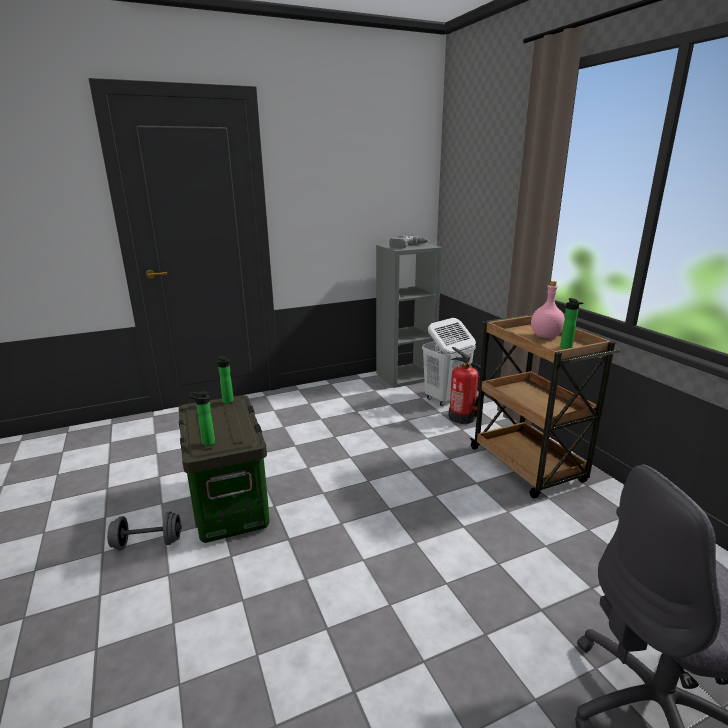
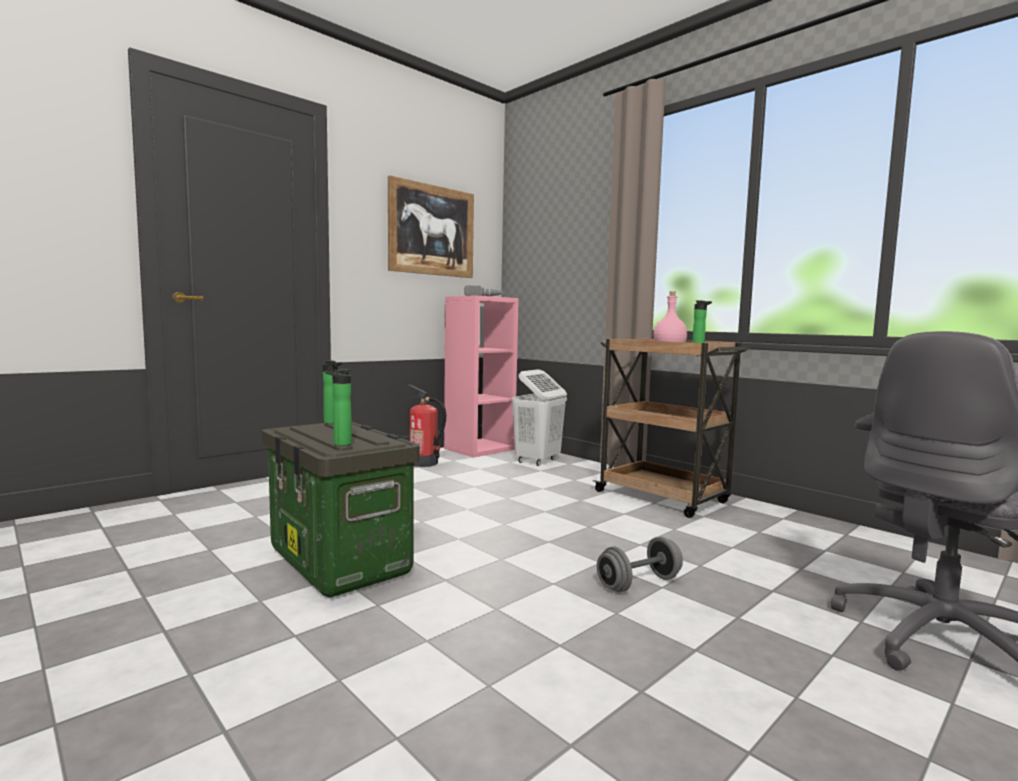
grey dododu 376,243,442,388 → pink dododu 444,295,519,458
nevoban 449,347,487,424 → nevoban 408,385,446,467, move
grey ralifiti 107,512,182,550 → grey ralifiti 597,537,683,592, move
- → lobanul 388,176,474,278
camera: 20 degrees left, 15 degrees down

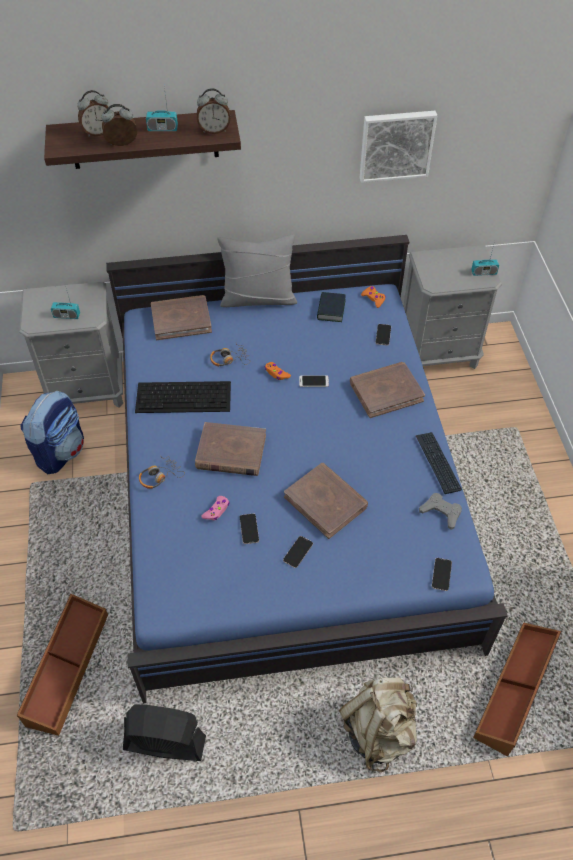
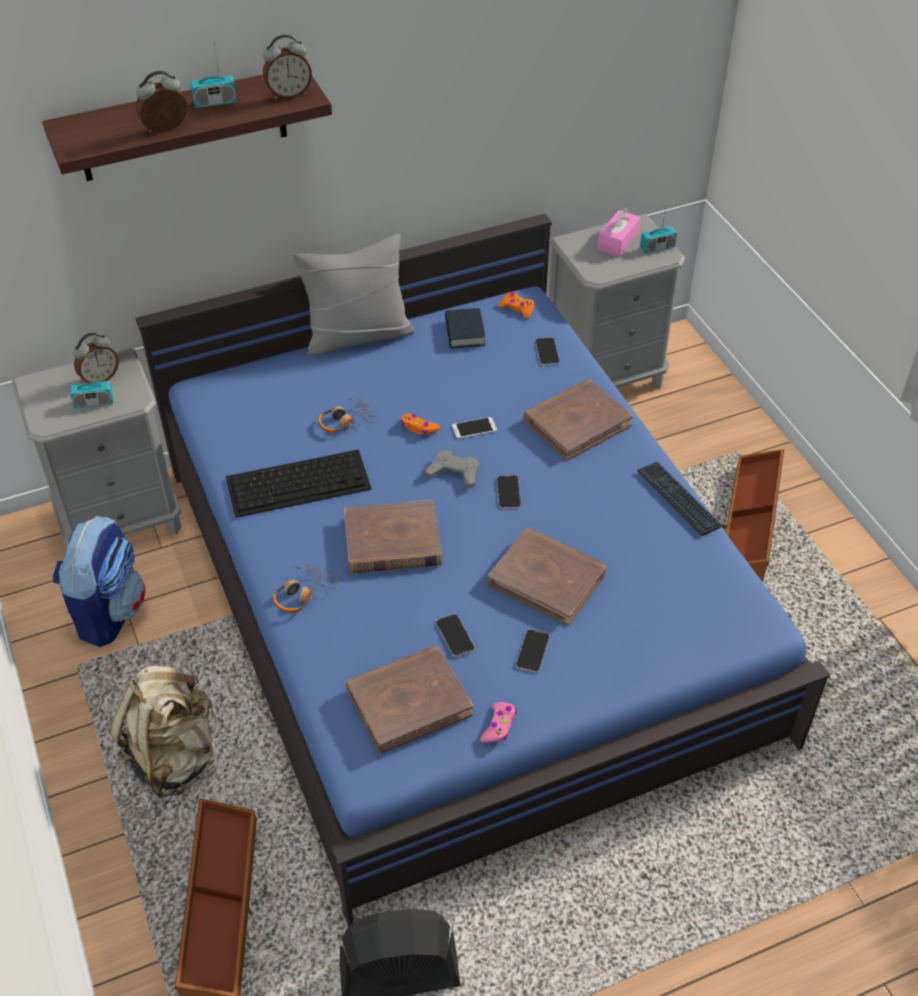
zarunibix 77,90,108,137 → zarunibix 73,333,119,383, move
lobanul 360,111,438,183 → -
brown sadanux 151,295,212,340 → brown sadanux 346,646,473,754, move
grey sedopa 419,493,462,530 → grey sedopa 425,450,479,488, move
pink sedopa 201,496,230,520 → pink sedopa 480,702,517,743, move
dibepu 432,558,452,591 → dibepu 497,475,521,509, move
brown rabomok 473,623,561,757 → brown rabomok 726,449,784,582, move
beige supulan 339,678,417,772 → beige supulan 110,666,215,798, move
- → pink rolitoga 598,207,641,257
camera: 15 degrees left, 5 degrees down

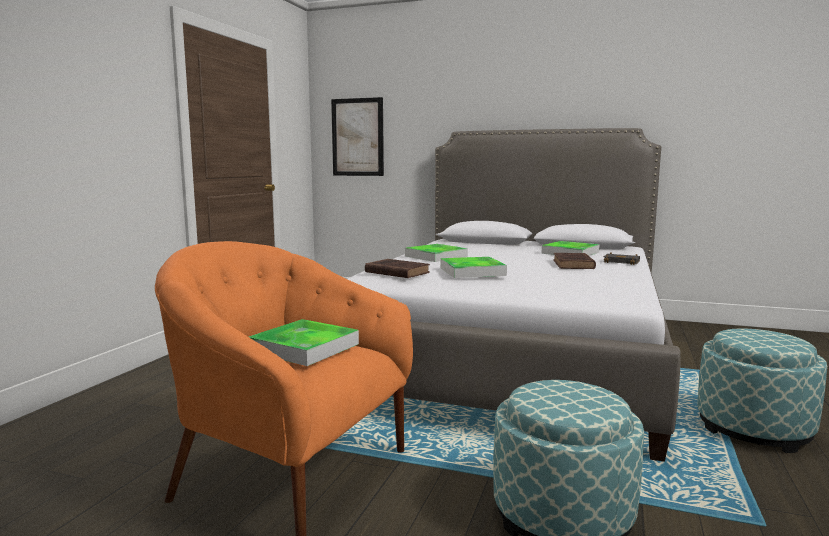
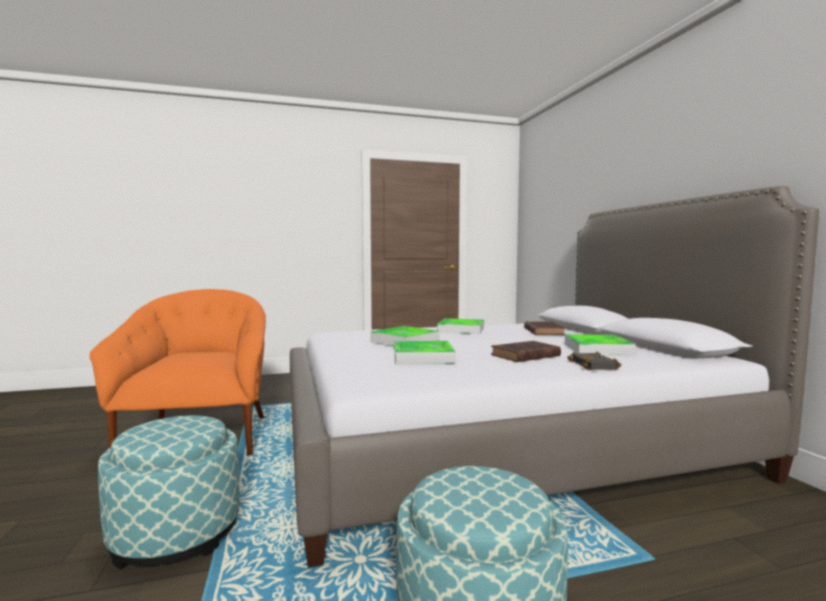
lobanul 331,97,384,176 → -
brown sadanux 365,259,430,278 → brown sadanux 524,321,565,335, move
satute 249,319,359,366 → satute 395,341,455,364, move
camera: 55 degrees right, 5 degrees down

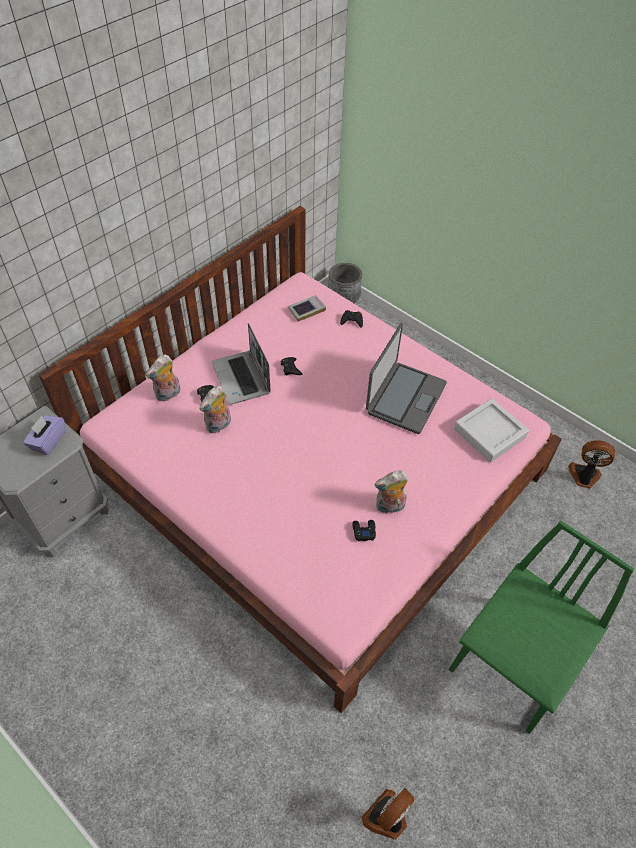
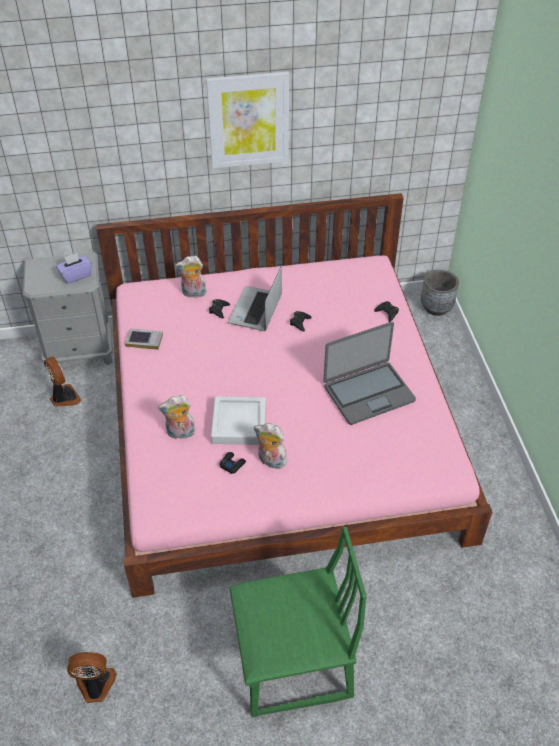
sadanux 288,295,326,322 → sadanux 125,328,163,350, move
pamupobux 200,386,231,433 → pamupobux 158,395,196,439, move
grey satute 454,398,529,462 → grey satute 211,396,266,445, move
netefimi 568,440,615,489 → netefimi 44,357,81,407, move
- → lobanul 206,71,289,168
camera: 40 degrees right, 5 degrees down

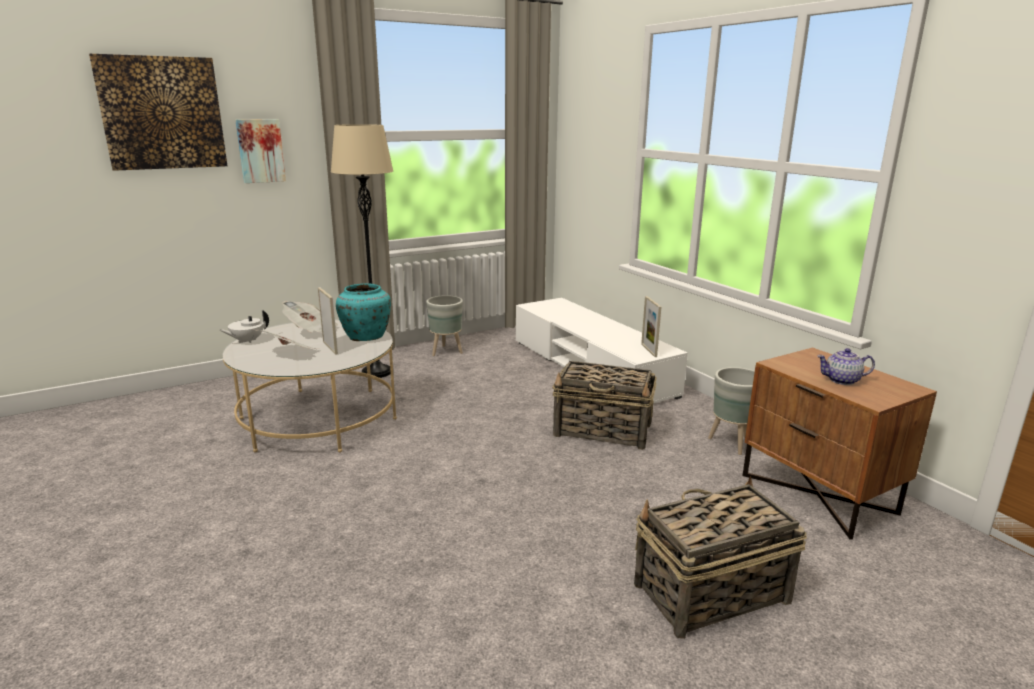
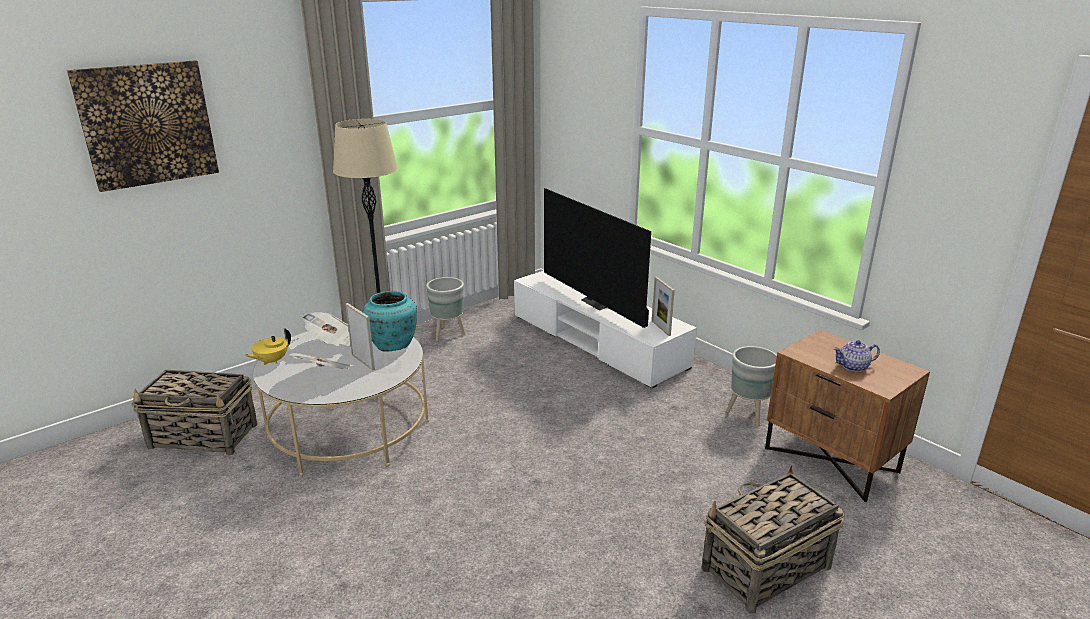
lobanul 235,119,286,183 → -
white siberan 219,310,269,343 → yellow siberan 245,328,291,365
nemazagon 552,361,657,450 → nemazagon 131,370,258,456, move
- → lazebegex 544,188,651,328
camera: 10 degrees left, 5 degrees up

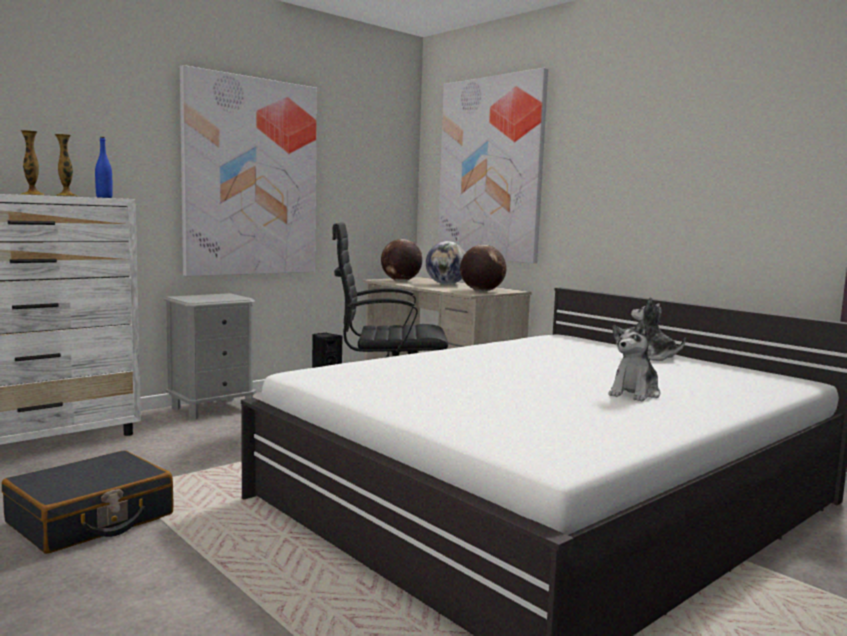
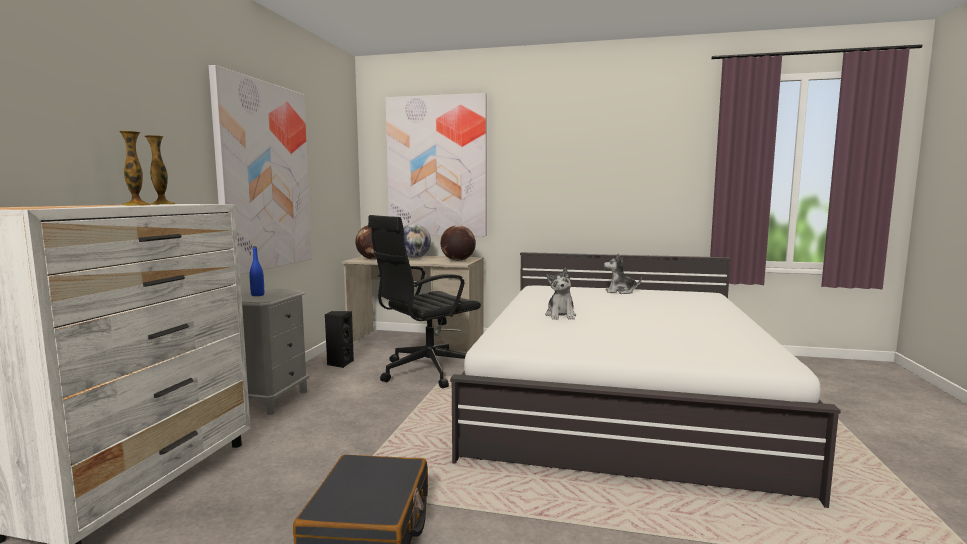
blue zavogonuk 95,137,113,198 → blue zavogonuk 249,246,264,296, move
pamupobux 608,319,661,401 → pamupobux 545,268,576,320, move
camera: 35 degrees left, 0 degrees up

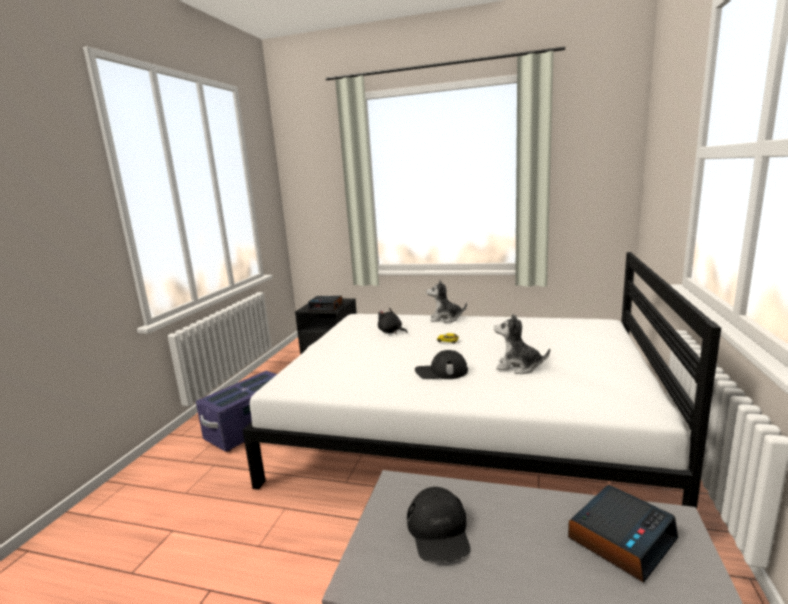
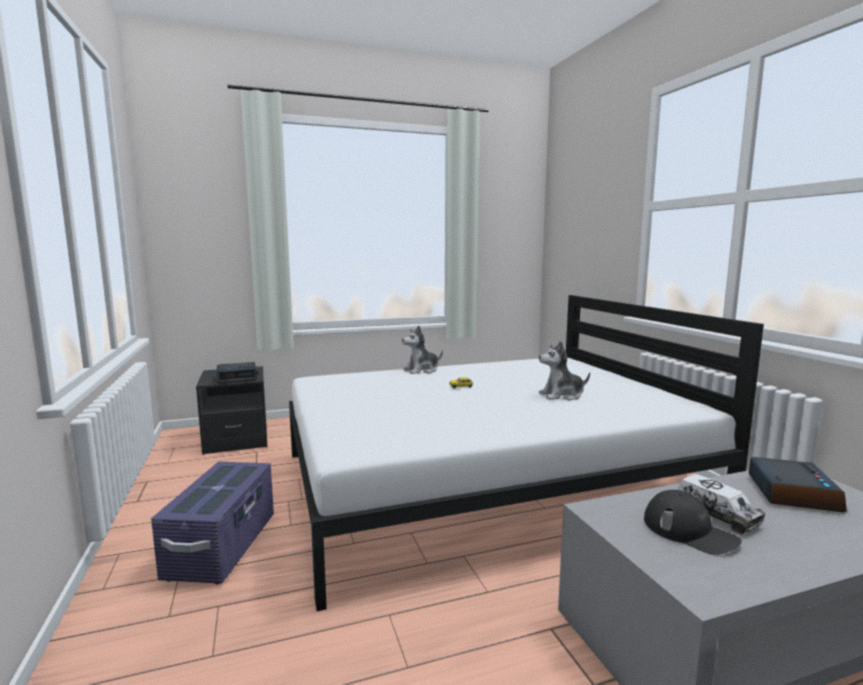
black pamupobux 378,308,408,334 → -
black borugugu 415,350,468,379 → -
- → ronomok 678,474,765,534
camera: 35 degrees left, 5 degrees down

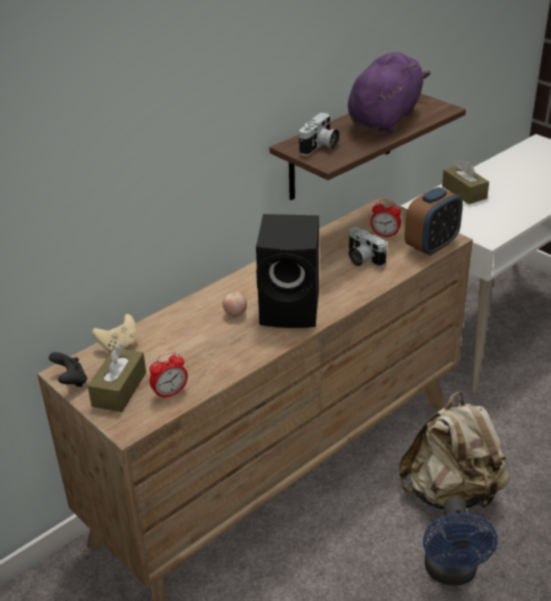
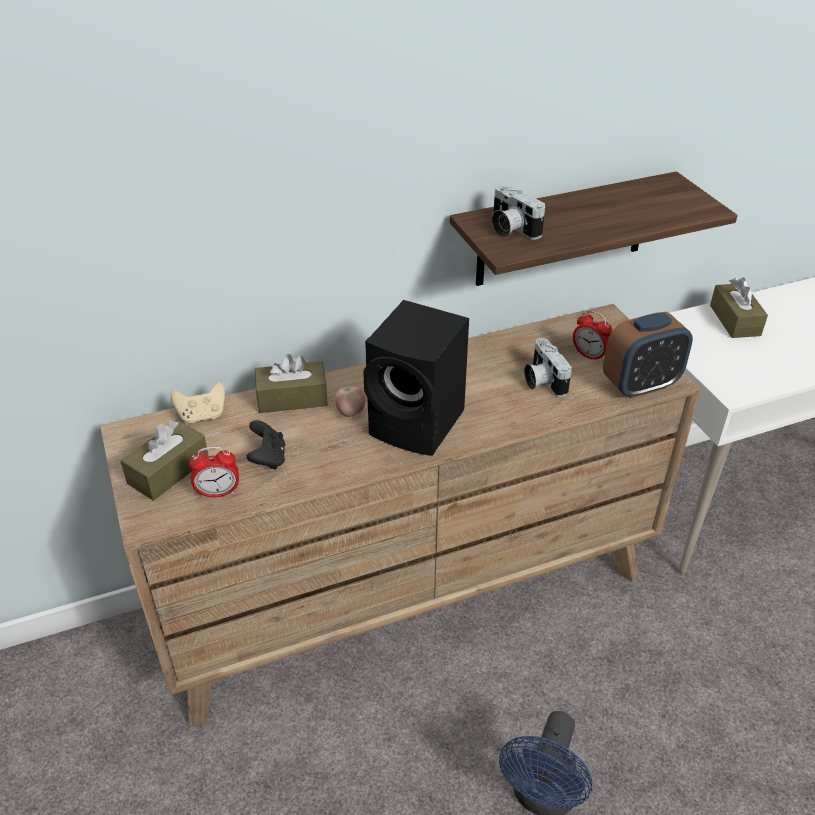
purple pamupobux 348,52,431,133 → -
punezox 299,113,340,156 → punezox 491,185,545,240, 90 degrees clockwise
black sedopa 49,352,87,387 → black sedopa 247,420,285,470, move
beige supulan 399,391,510,511 → -
- → brown rolitoga 255,353,328,413
camera: 20 degrees right, 5 degrees up

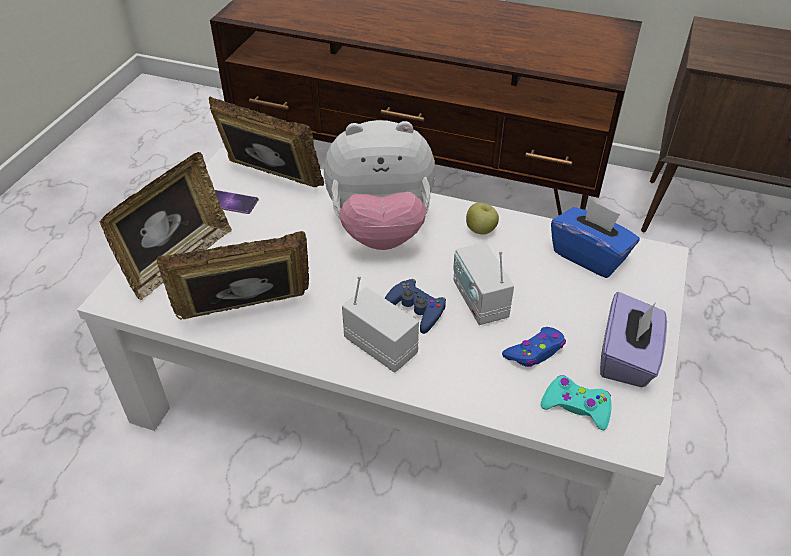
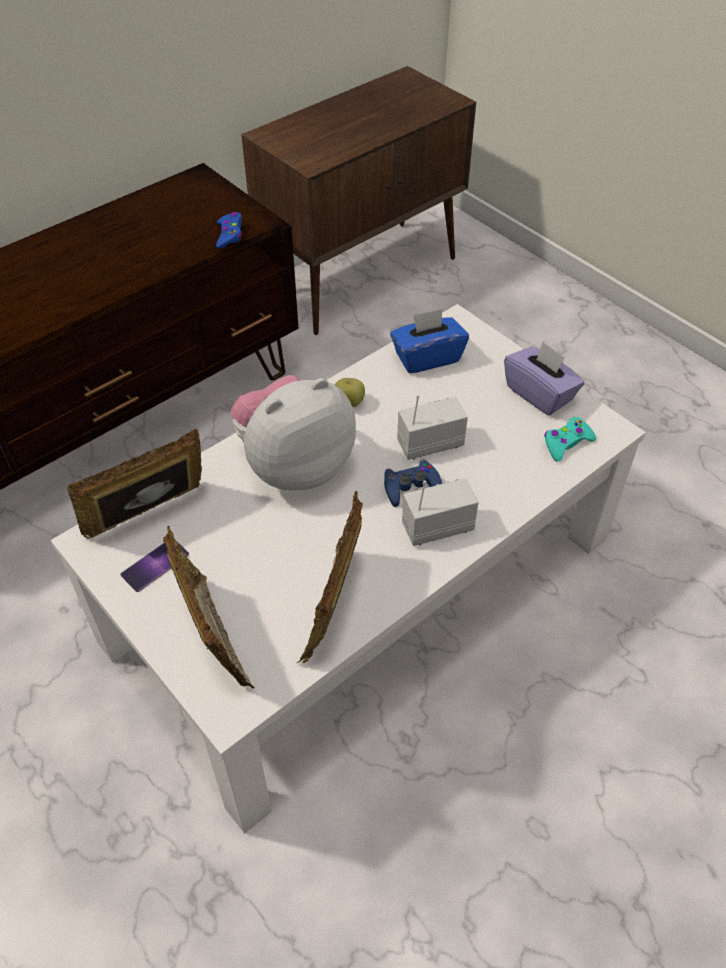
pamupobux 324,120,435,250 → pamupobux 231,375,356,490, 150 degrees counterclockwise
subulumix 453,242,514,325 → subulumix 397,395,468,460, 150 degrees clockwise
blue sedopa 502,327,566,367 → blue sedopa 216,212,242,249, move
camera: 60 degrees left, 5 degrees up

